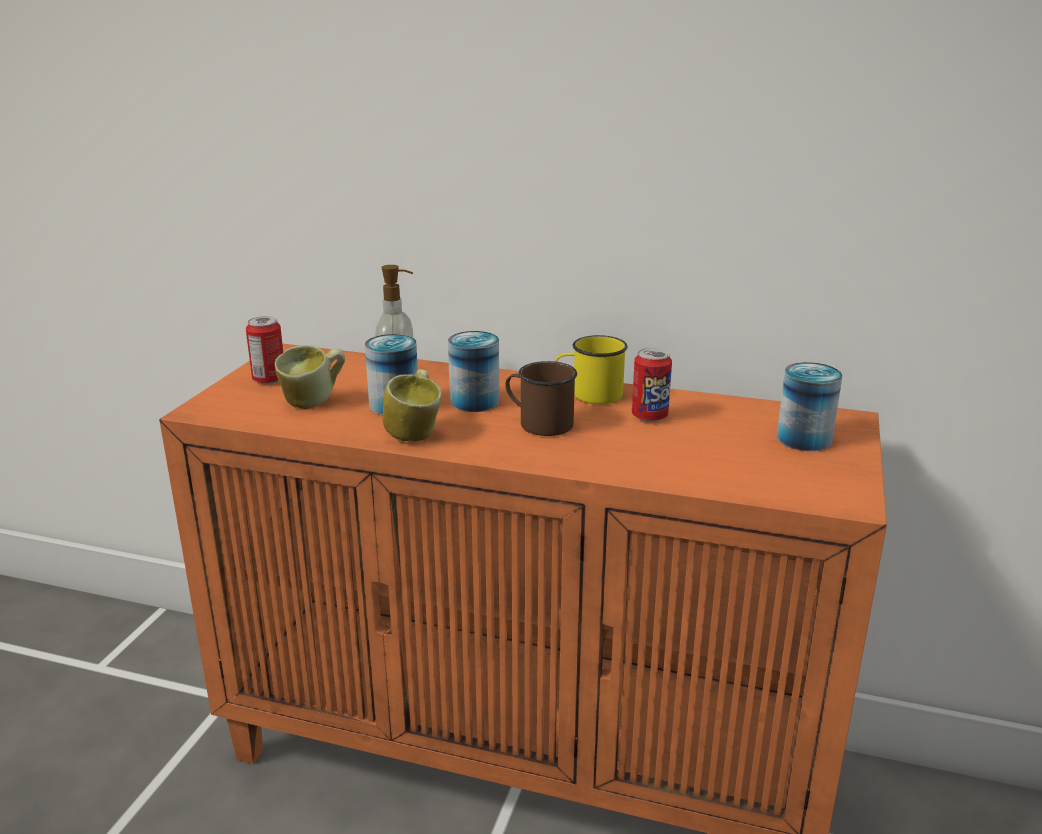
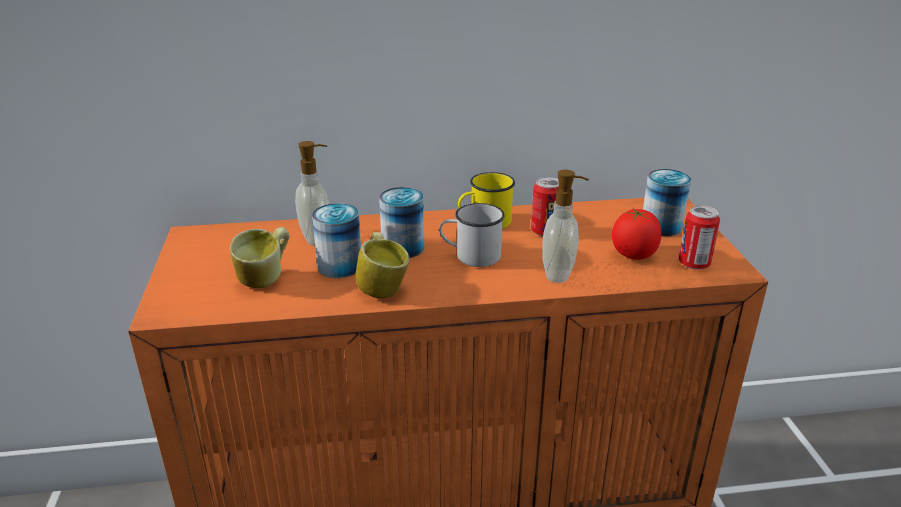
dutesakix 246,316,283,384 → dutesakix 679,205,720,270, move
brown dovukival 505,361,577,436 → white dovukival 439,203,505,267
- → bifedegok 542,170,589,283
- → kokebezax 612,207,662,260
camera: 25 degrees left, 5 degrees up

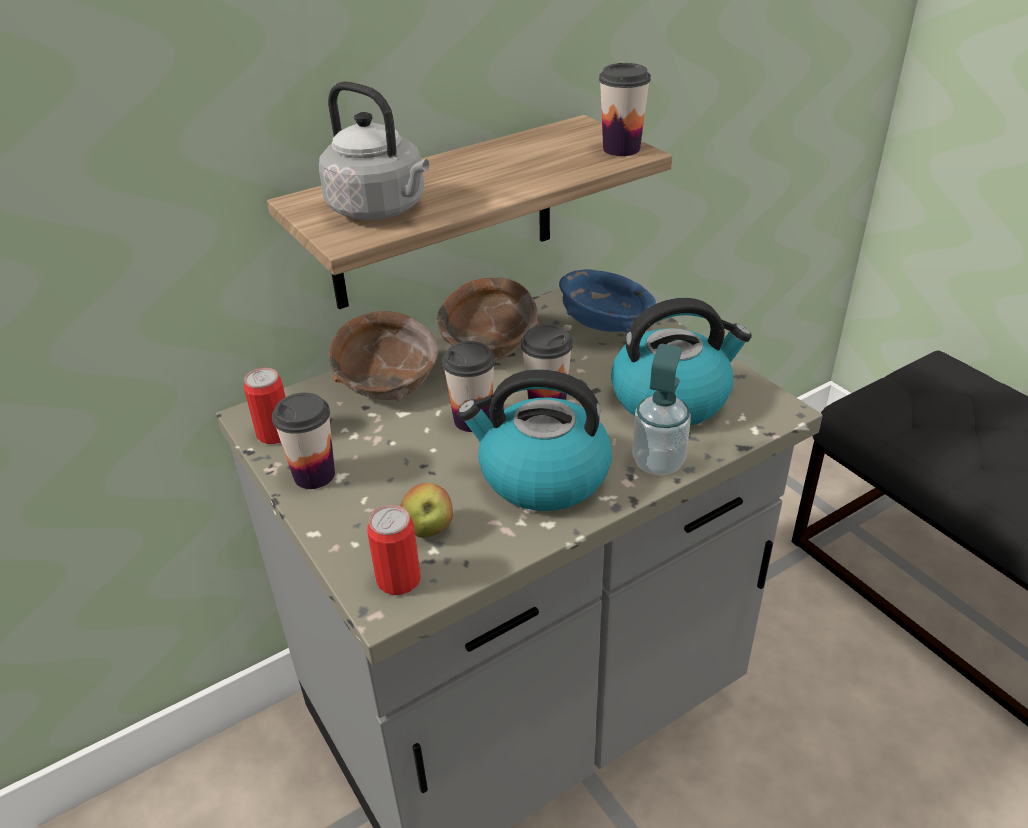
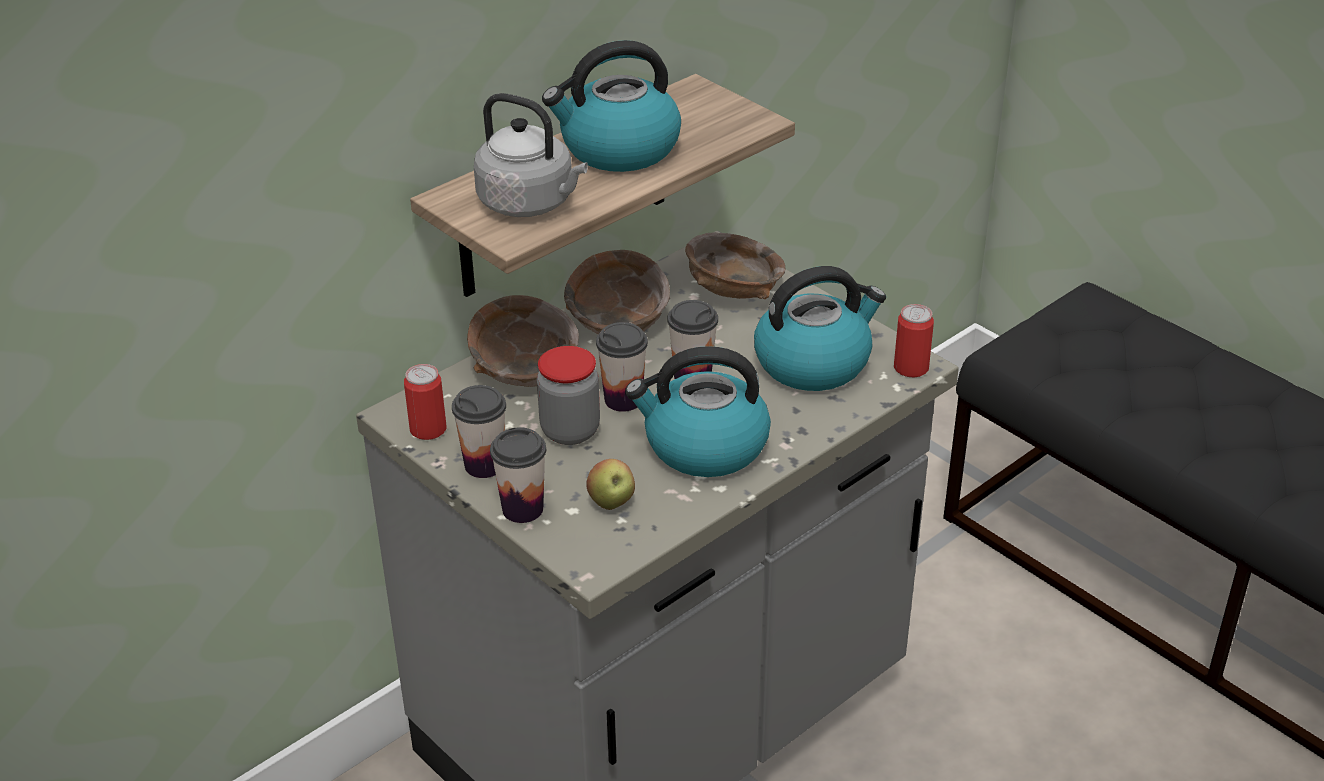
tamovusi 599,63,651,156 → tamovusi 490,427,546,523, move
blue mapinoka 559,269,656,333 → brown mapinoka 685,232,785,299
bifedegok 632,344,691,475 → -
dutesakix 367,505,420,595 → dutesakix 894,304,934,378, move
- → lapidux 542,40,681,172
- → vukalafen 537,346,600,445
camera: 10 degrees left, 0 degrees up

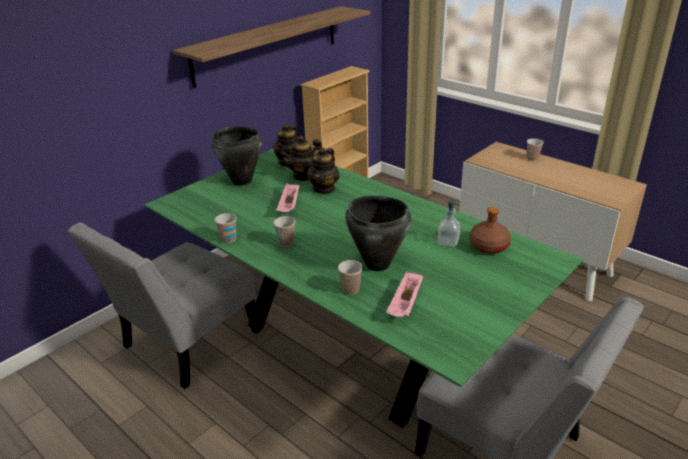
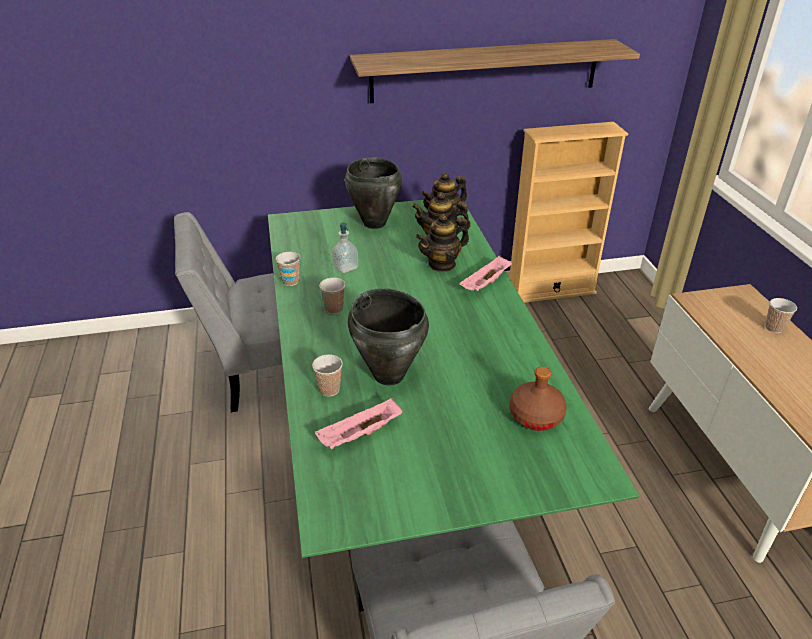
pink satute 276,183,300,212 → pink satute 459,256,512,291, move
bifedegok 438,200,461,247 → bifedegok 332,223,358,273, move
camera: 35 degrees right, 5 degrees up

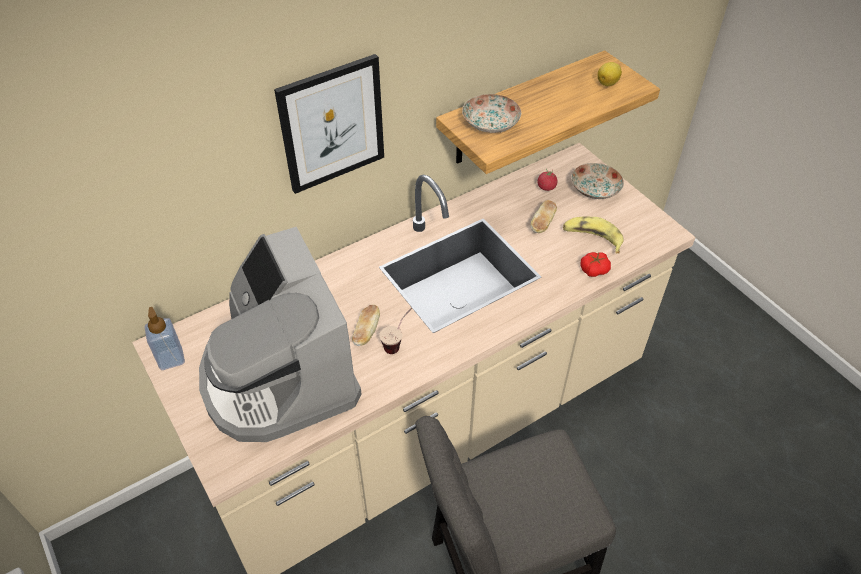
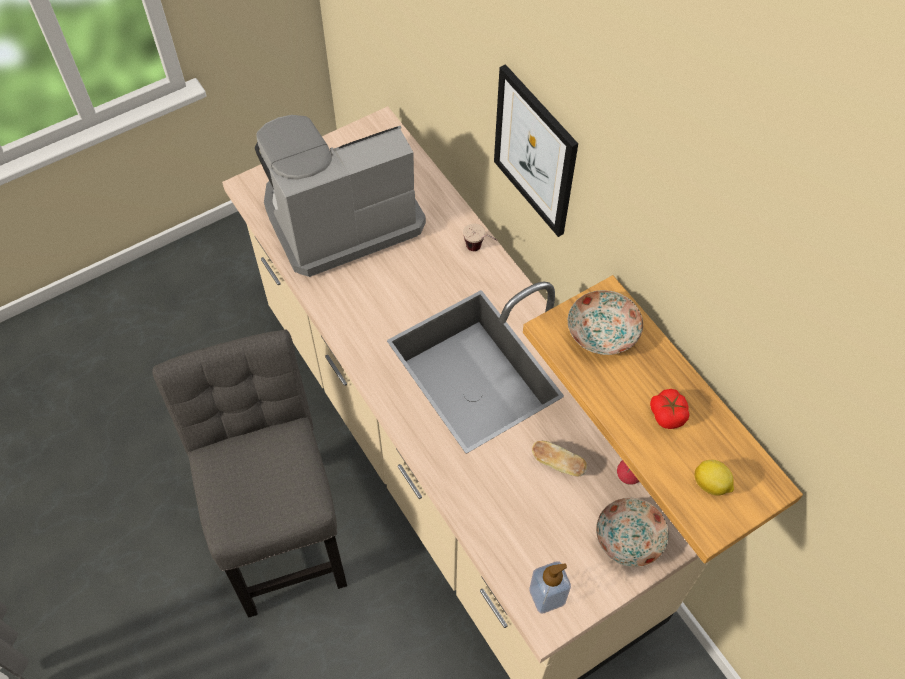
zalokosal 563,217,623,253 → -
kokebezax 581,252,611,277 → kokebezax 650,389,689,429, move
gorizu 352,305,380,346 → -
bifedegok 144,307,185,370 → bifedegok 530,561,571,613, move
tamovusi 380,308,412,354 → tamovusi 463,224,497,251, move
camera: 90 degrees right, 10 degrees up

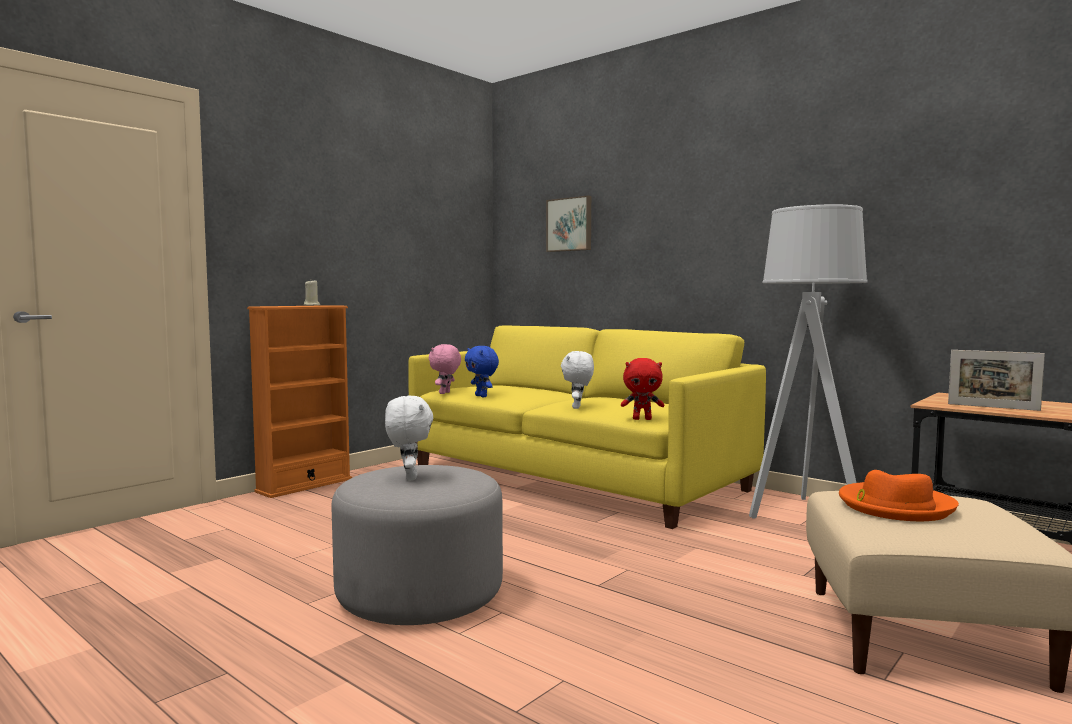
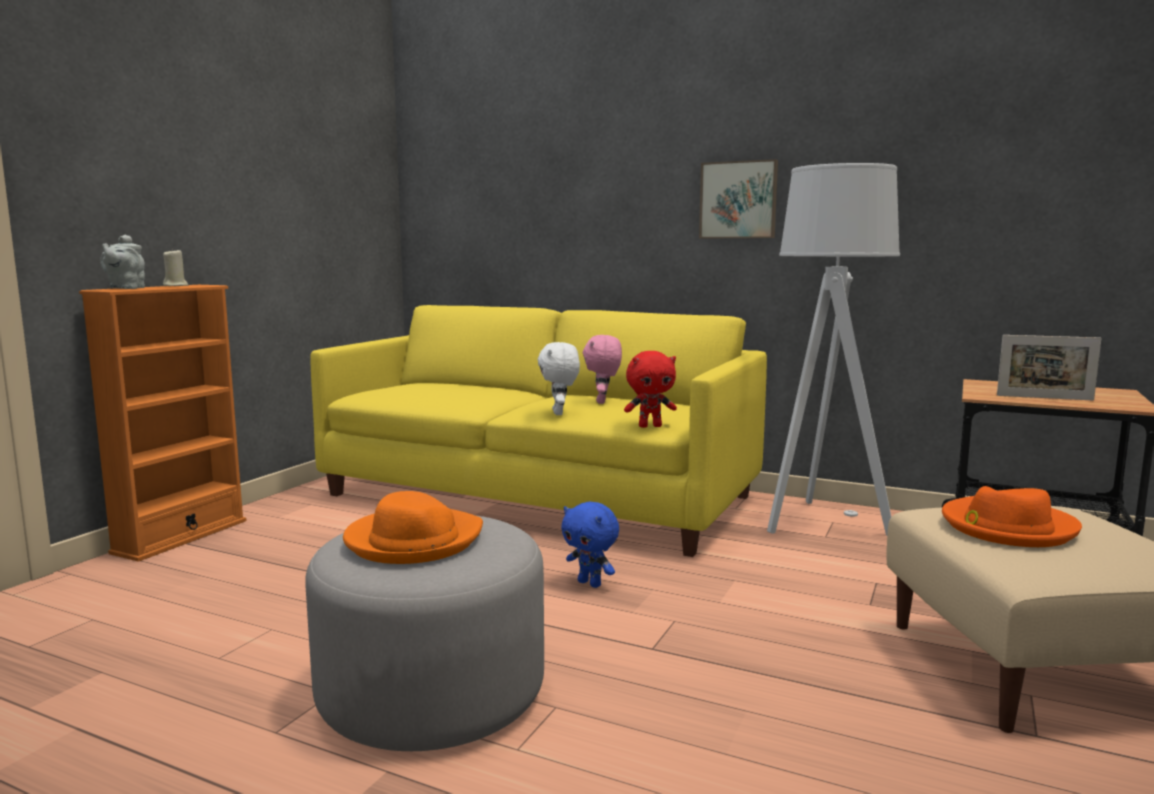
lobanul 546,195,591,252 → lobanul 699,159,778,238, move
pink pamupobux 429,344,461,394 → pink pamupobux 583,335,622,404, move
blue pamupobux 465,346,499,397 → blue pamupobux 561,501,619,588, move
white pamupobux 385,396,433,481 → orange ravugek 343,491,483,564
- → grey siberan 100,235,145,289
camera: 15 degrees left, 5 degrees up

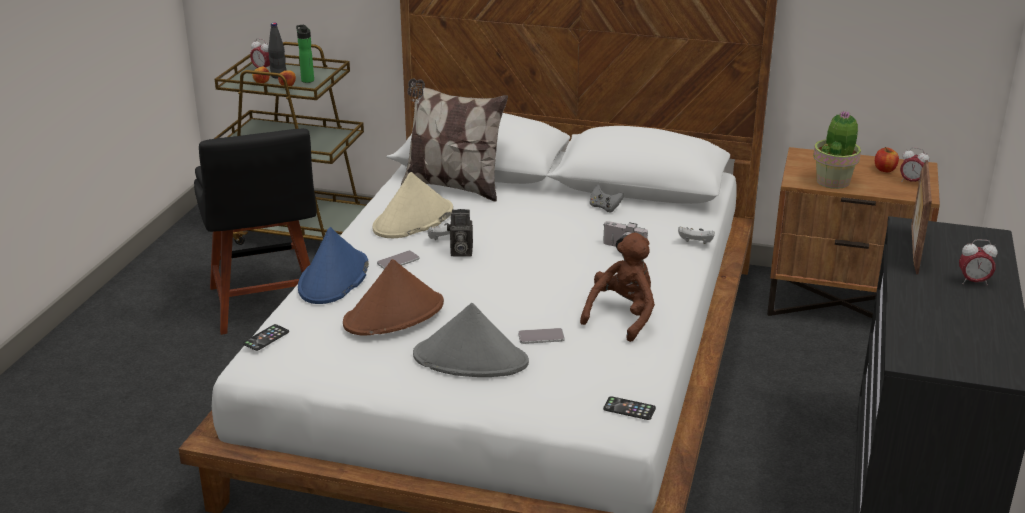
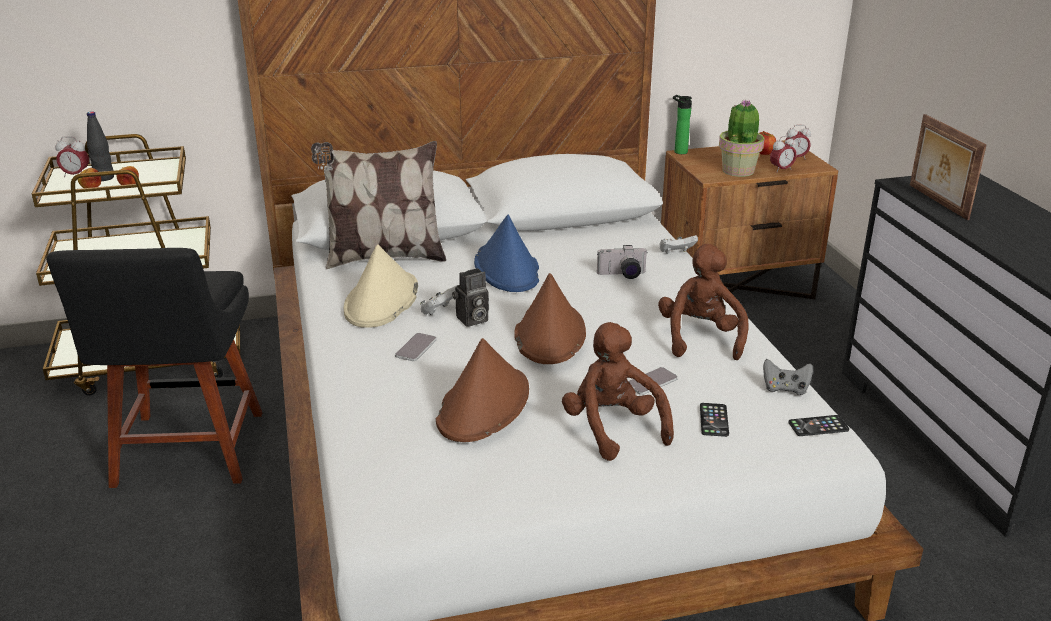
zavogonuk 296,25,314,83 → zavogonuk 673,95,692,154, move
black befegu 194,129,317,335 → black befegu 47,248,262,488, 45 degrees clockwise
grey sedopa 590,184,624,213 → grey sedopa 763,359,813,395, move
blue ravugek 298,227,369,304 → blue ravugek 474,214,539,292, move
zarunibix 959,239,997,285 → zarunibix 770,135,797,173, move
grey ravugek 413,303,529,377 → brown pamupobux 562,322,674,461
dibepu 243,324,289,351 → dibepu 700,403,729,437, move
- → brown ravugek 514,273,586,364
camera: 30 degrees left, 0 degrees up

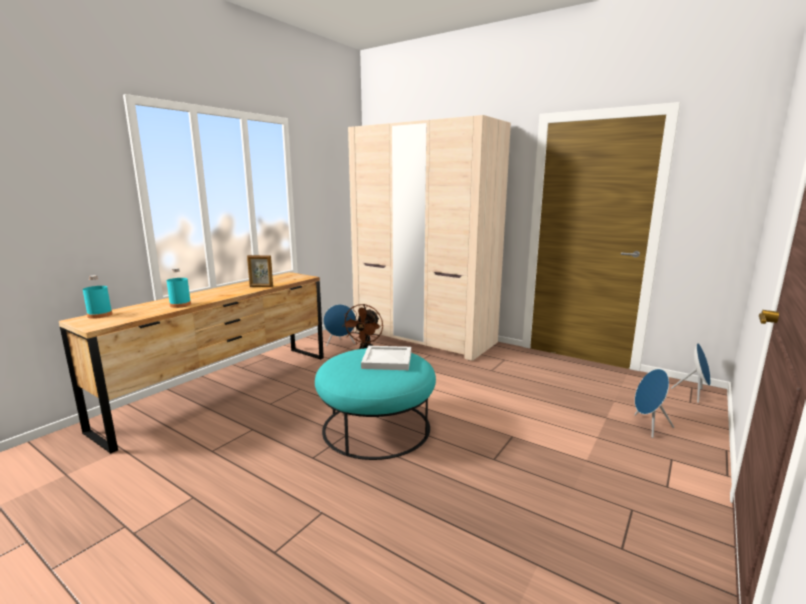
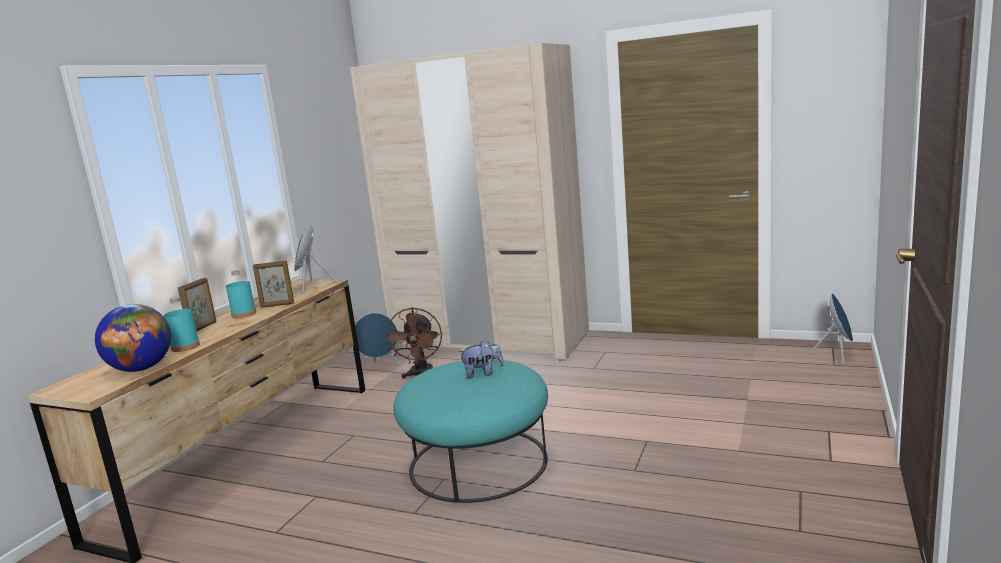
turquoise zavogonuk 83,275,112,319 → turquoise zavogonuk 226,270,256,318, move
white satute 361,346,411,370 → pamupobux 458,341,504,378
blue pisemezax 634,369,674,438 → blue pisemezax 294,222,339,293, move
- → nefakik 178,278,217,331
- → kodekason 95,304,171,372
camera: 10 degrees left, 0 degrees up

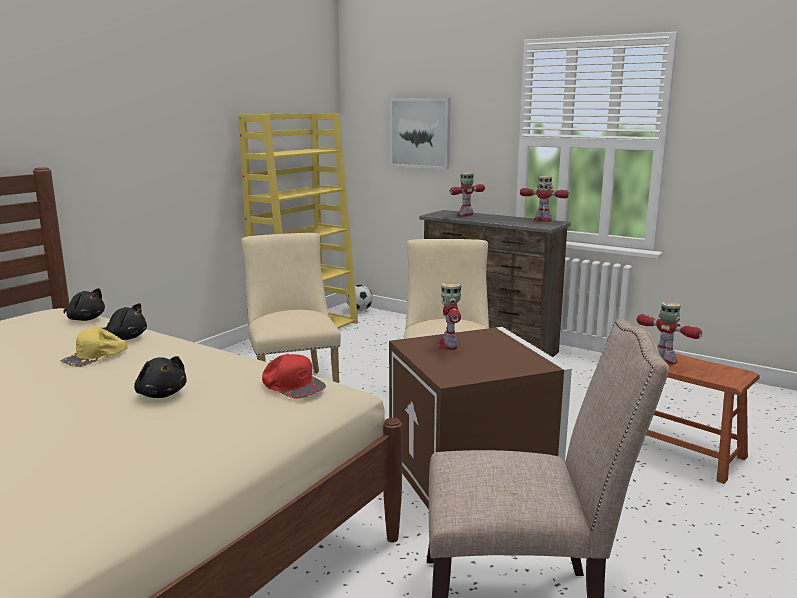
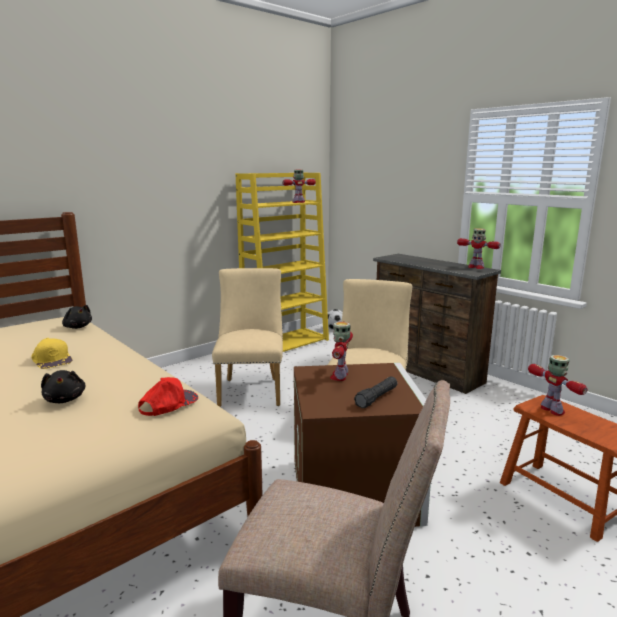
lobanul 390,98,451,169 → -
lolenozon 449,173,485,217 → lolenozon 282,170,316,203, move
black pamupobux 103,303,147,340 → -
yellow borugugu 60,327,128,367 → yellow borugugu 32,338,72,369, 90 degrees counterclockwise
red borugugu 262,354,326,399 → red borugugu 138,377,198,416, 105 degrees counterclockwise
- → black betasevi 354,377,397,408
camera: 15 degrees right, 0 degrees up

